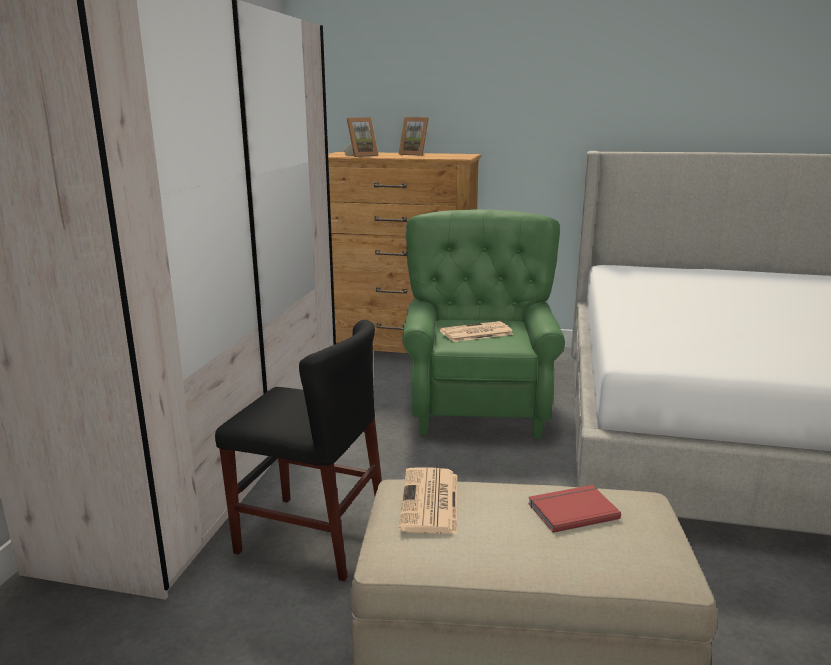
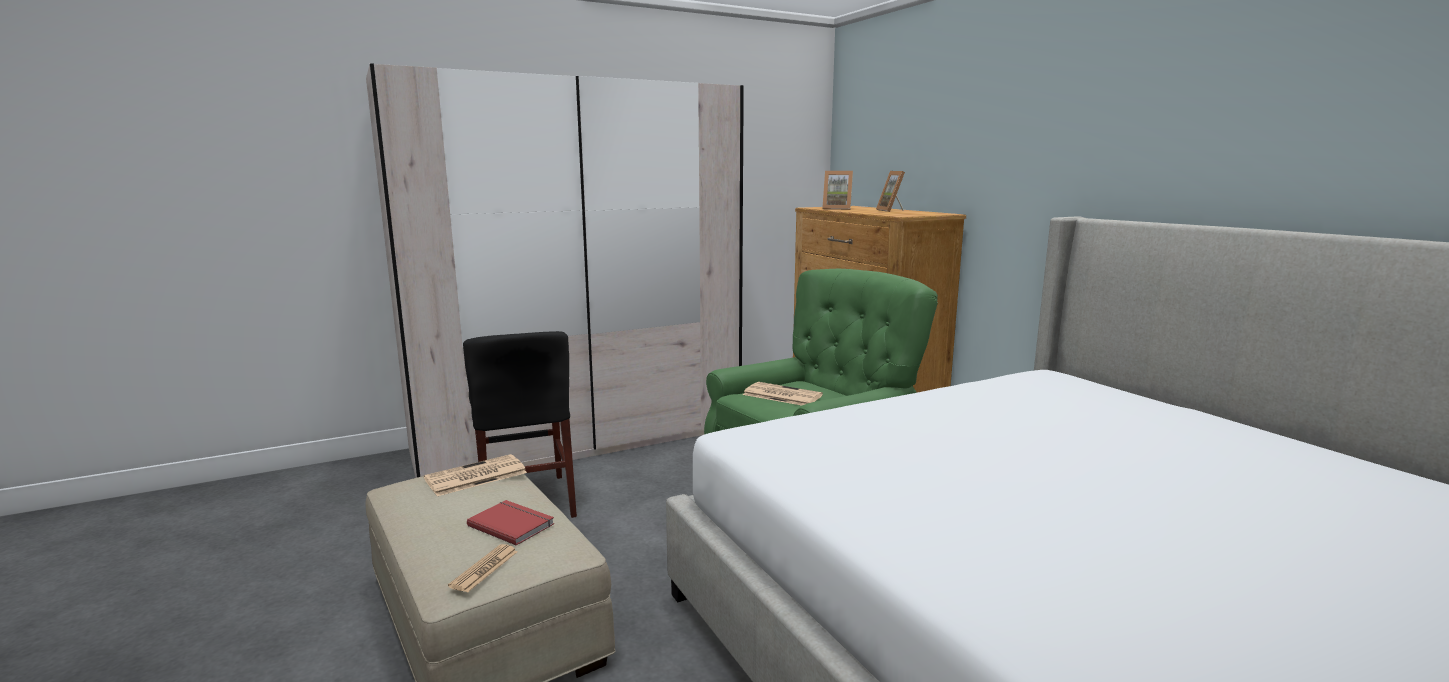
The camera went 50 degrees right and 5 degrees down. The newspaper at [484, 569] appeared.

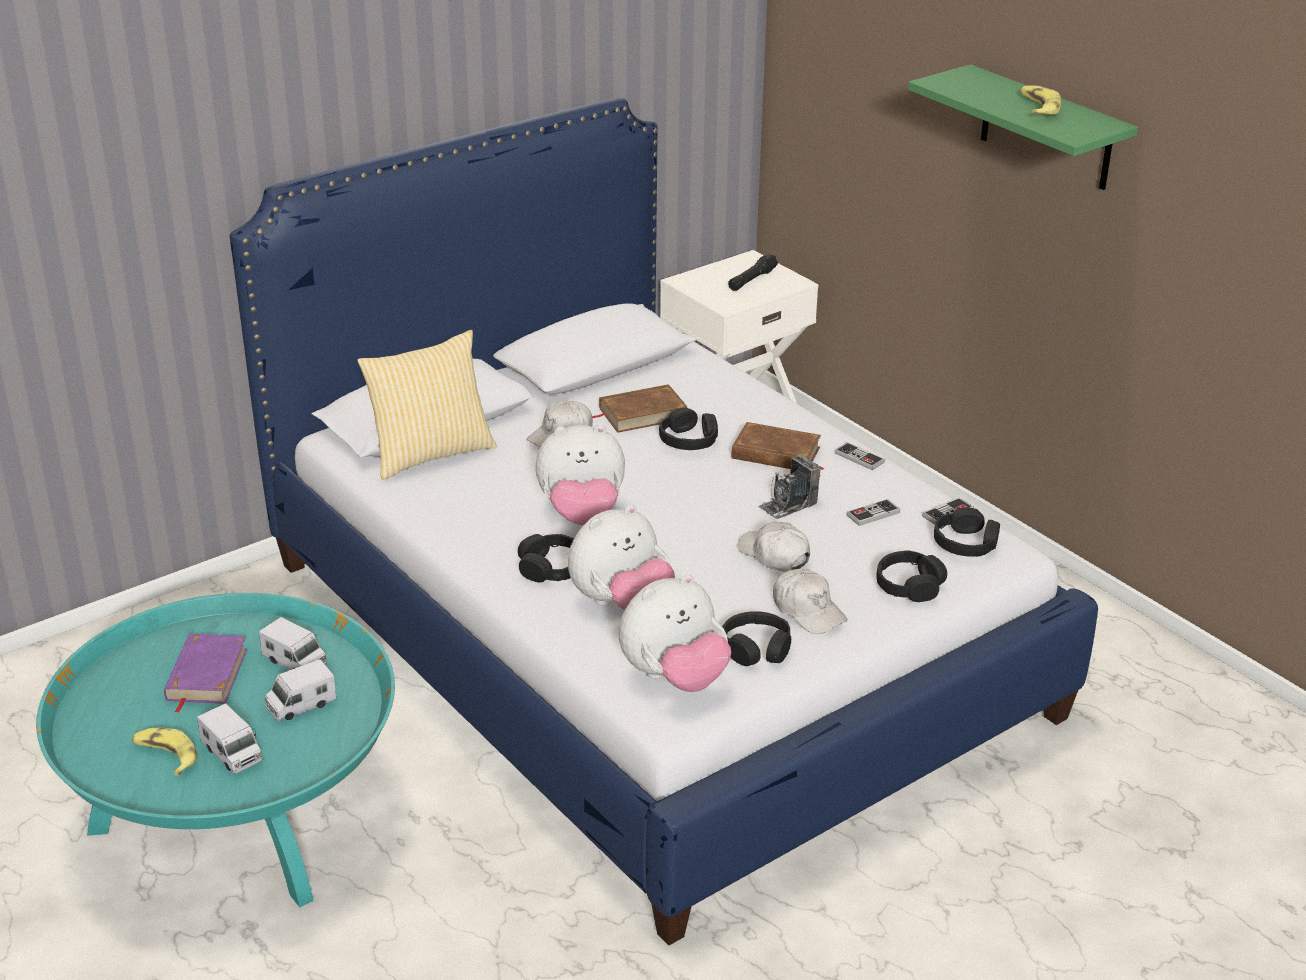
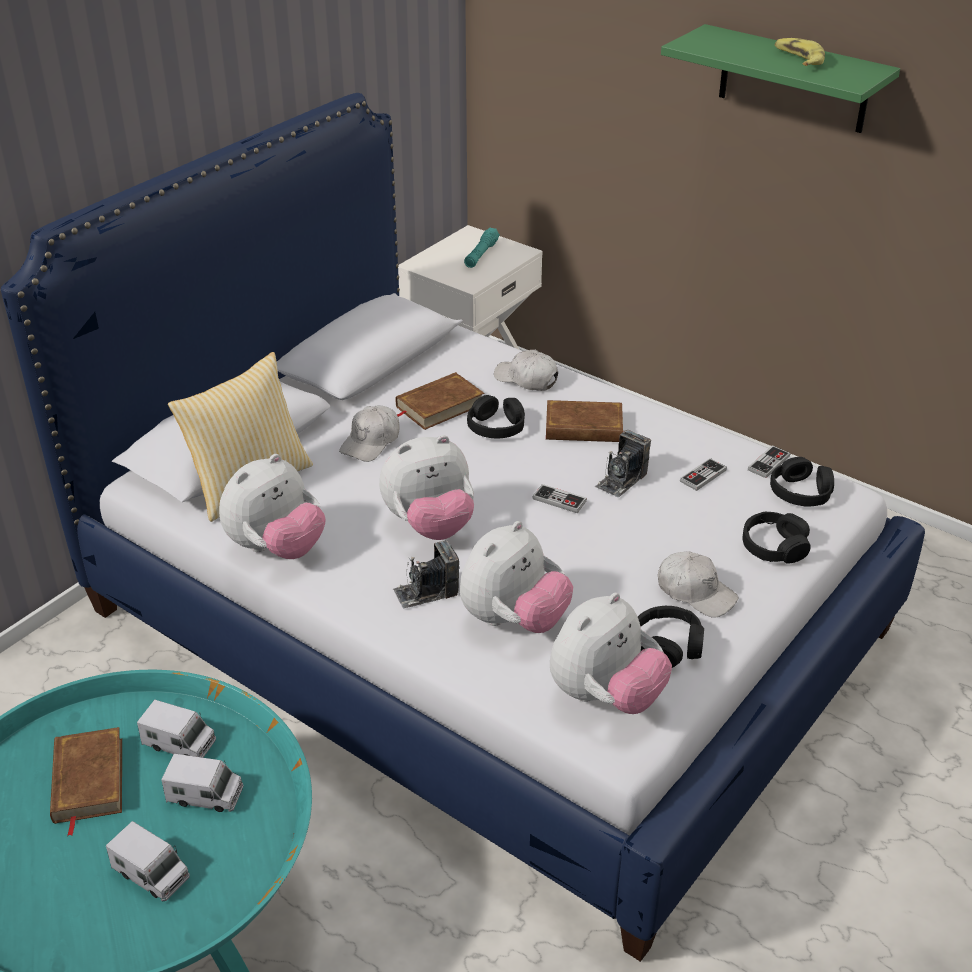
The camera went 15 degrees left and 5 degrees up. The purple book at [206, 675] became the brown book at [87, 781]. The toy truck at [301, 704] turned 120 degrees counterclockwise. The plush toy at [276, 548] appeared. The black headphones at [551, 568] was replaced by the photo camera at [426, 592]. The black flashlight at [752, 280] became the turquoise flashlight at [481, 254]. The white cap moved from [774, 555] to [526, 379]. The game controller moved from [859, 458] to [559, 500]. The banana at [165, 756] disappeared.

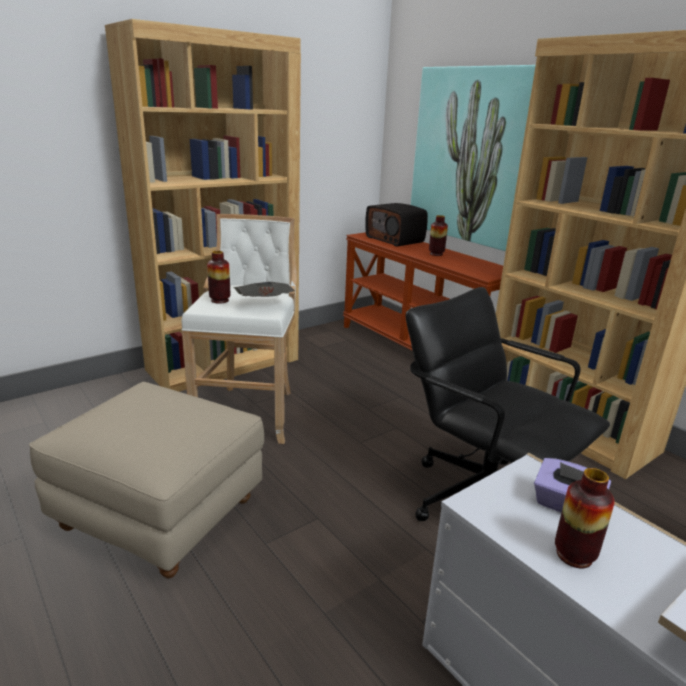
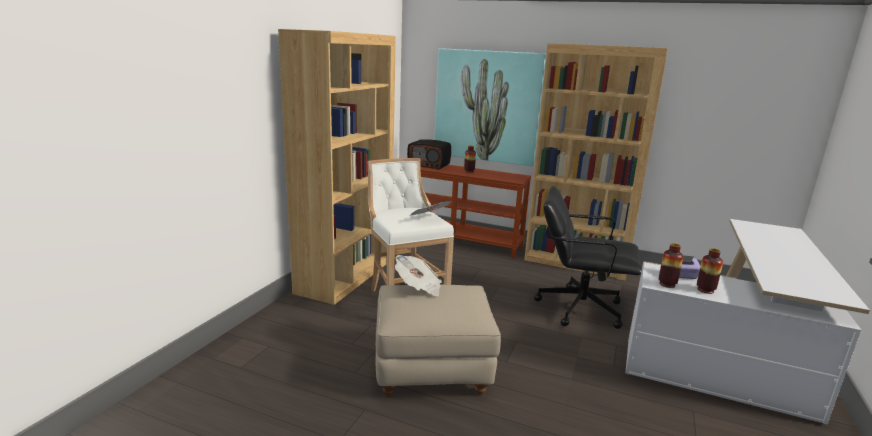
The camera went 30 degrees left and 5 degrees down. The newspaper at [418, 287] appeared. The vase moved from [220, 300] to [667, 284].

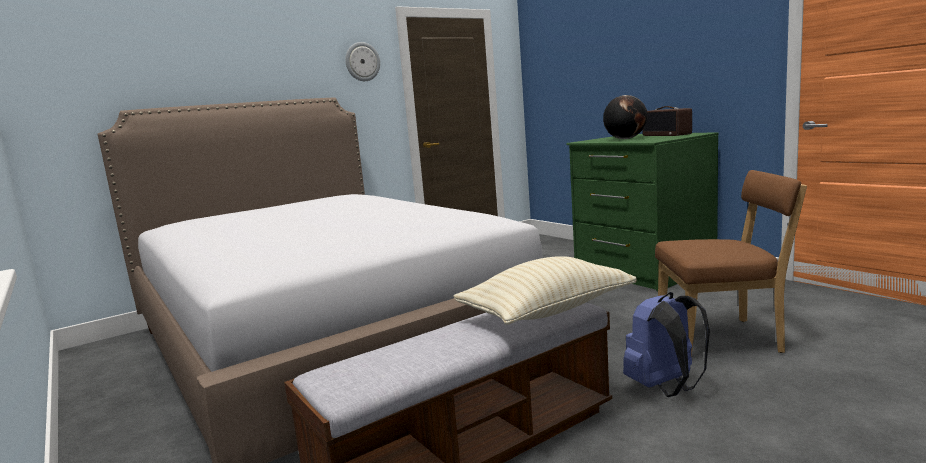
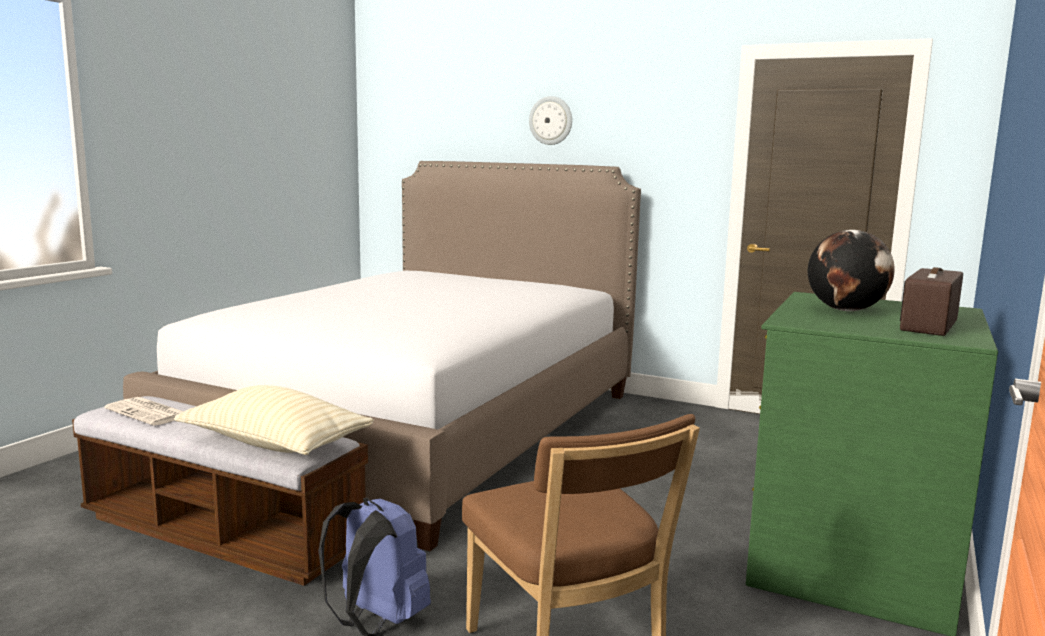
The camera went 60 degrees right and 0 degrees up. The newspaper at [150, 413] appeared. The wall clock moved from [362, 61] to [551, 120].

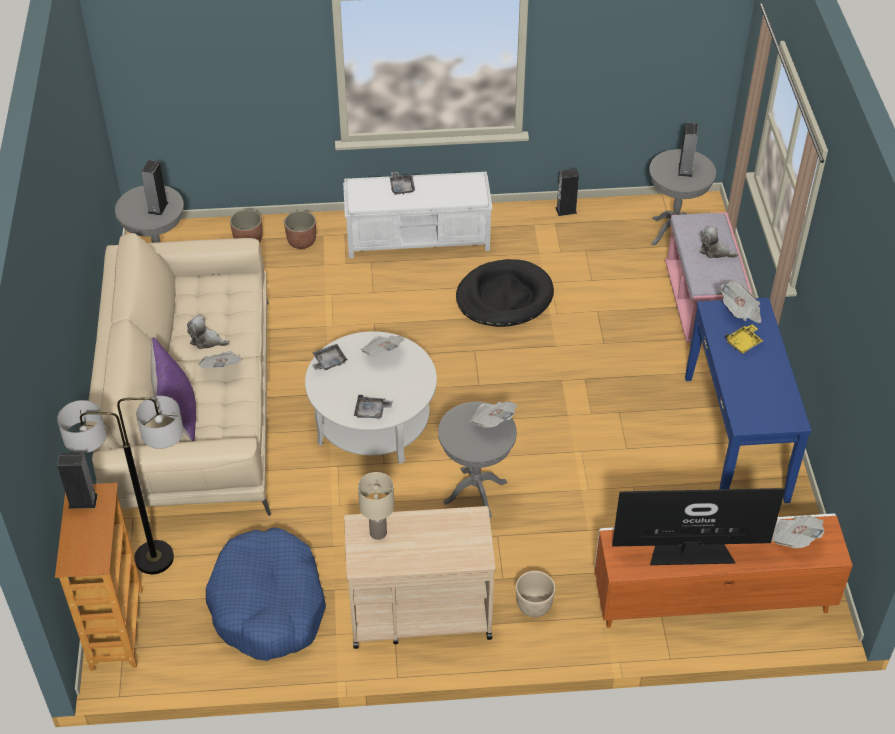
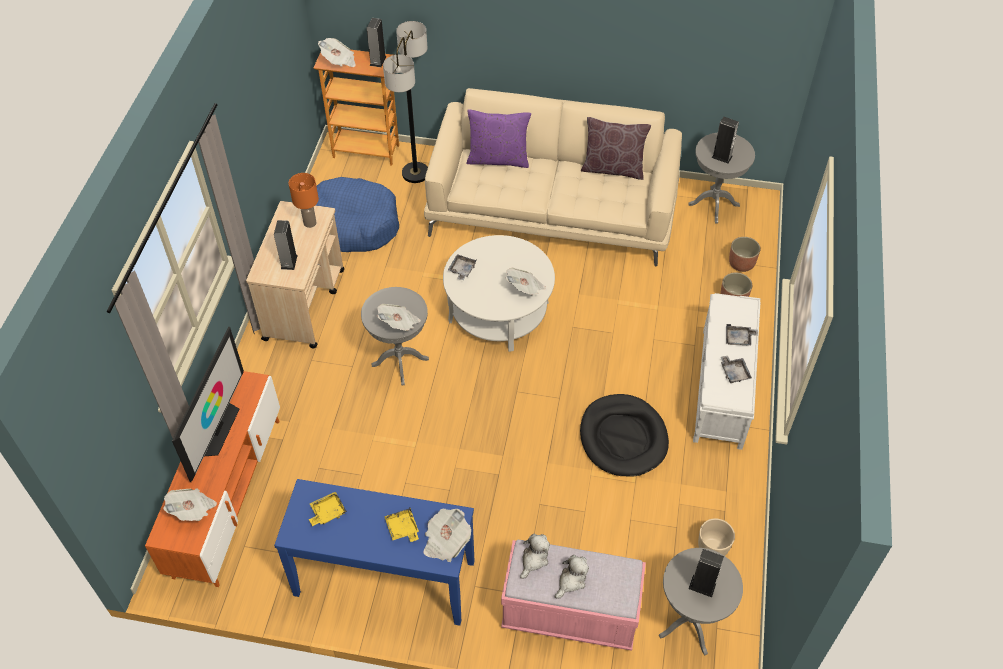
The camera went 105 degrees right and 5 degrees up. The speaker moved from [566, 210] to [289, 262]. The beige table lamp at [378, 532] became the orange table lamp at [310, 223]. The yellow tray at [327, 512] appeared. The newspaper moved from [222, 368] to [339, 61]. The plush toy moved from [206, 341] to [534, 559]. The brown pillow at [613, 169] appeared. The beige planter moved from [533, 606] to [712, 548]. The grey tray moved from [328, 361] to [734, 372].

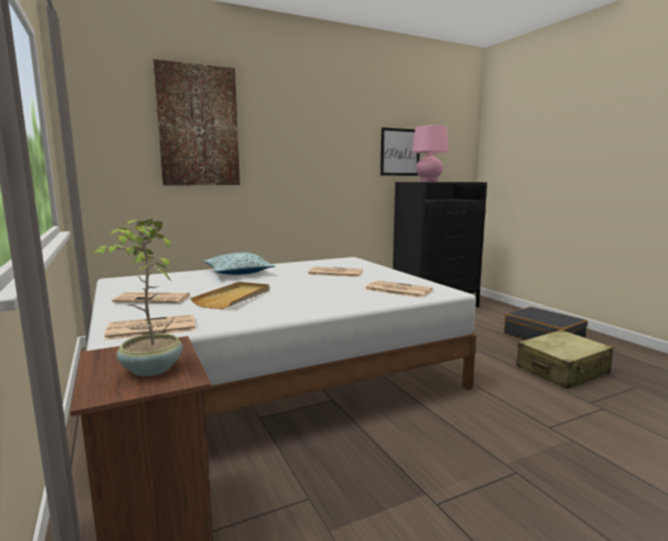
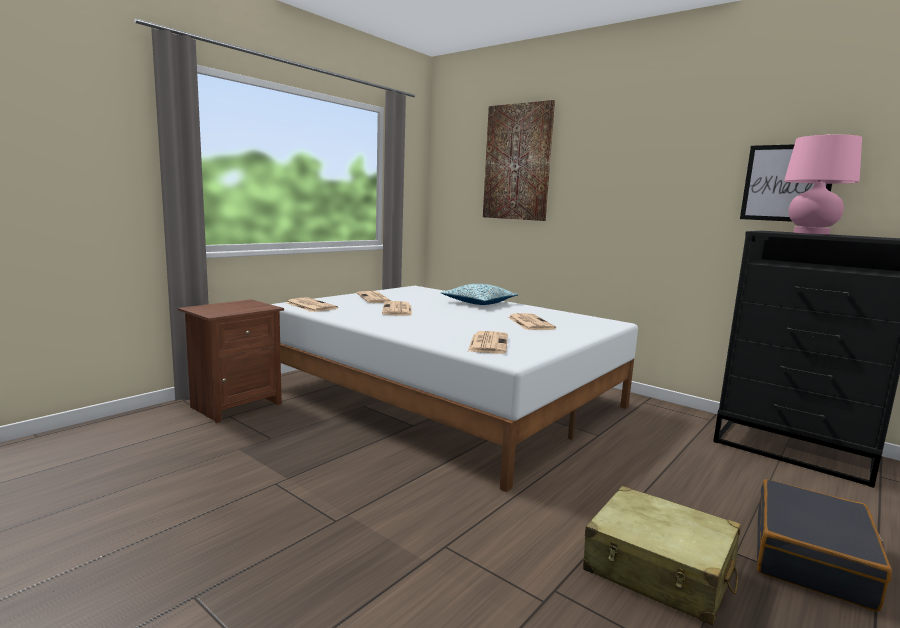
The camera went 65 degrees right and 0 degrees up. The beige tray at [234, 297] was replaced by the newspaper at [397, 310]. The potted plant at [150, 369] disappeared.

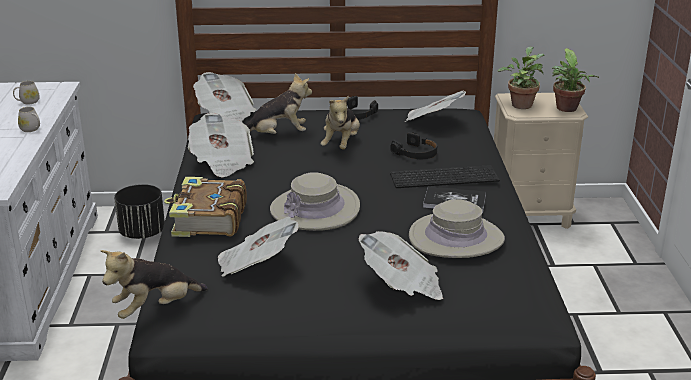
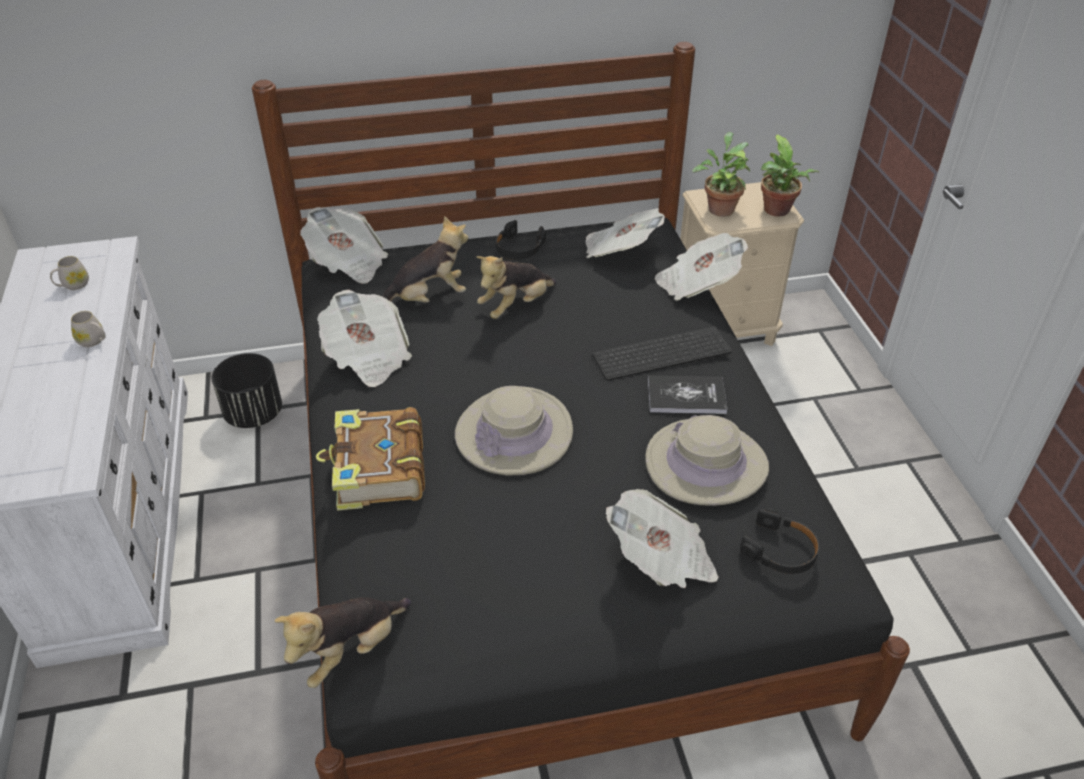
The camera went 10 degrees left and 15 degrees up. The plush toy at [341, 144] turned 45 degrees clockwise. The newspaper moved from [256, 265] to [697, 284]. The black headphones moved from [416, 153] to [780, 550].

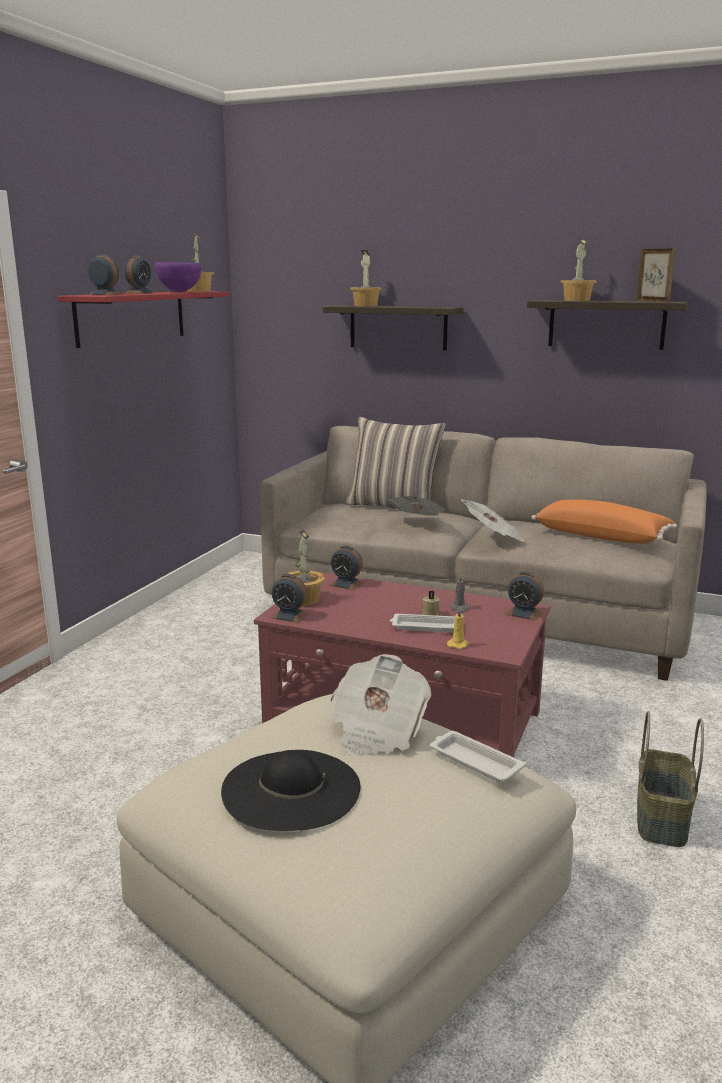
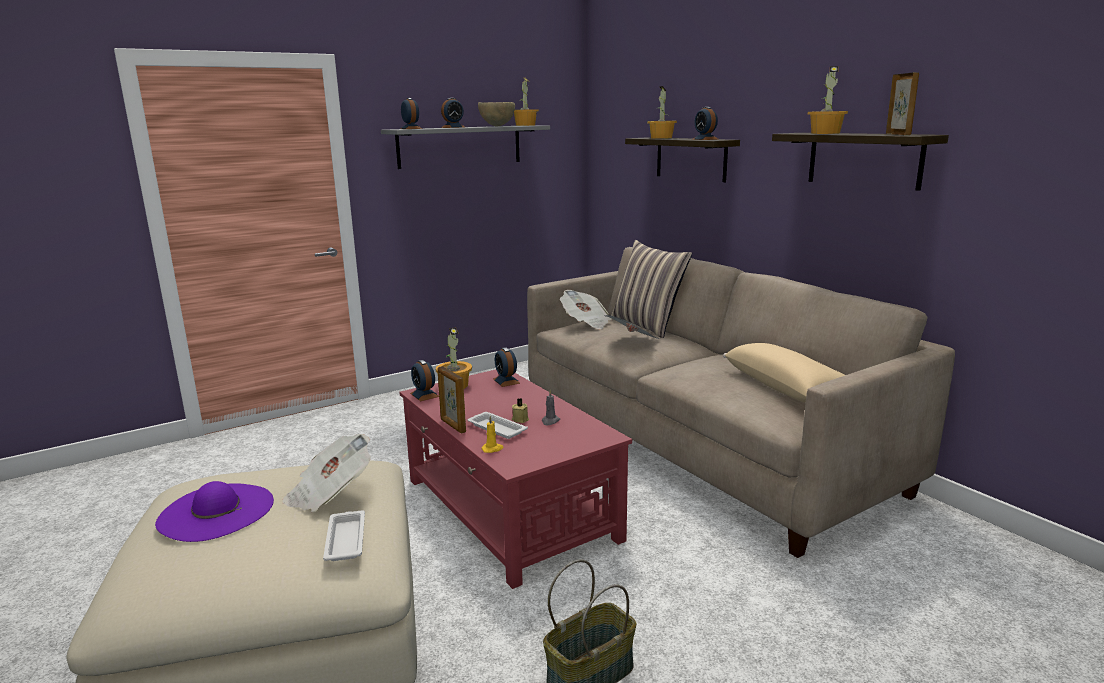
The camera went 35 degrees right and 0 degrees up. The black hat at [291, 789] became the purple hat at [216, 511]. The red shelf at [132, 317] became the grey shelf at [460, 146]. The picture frame at [452, 426] appeared. The purple bowl at [179, 292] became the brown bowl at [497, 126]. The newspaper moved from [493, 537] to [586, 323]. The alarm clock moved from [524, 613] to [705, 139]. The orange pillow at [602, 536] became the beige pillow at [788, 388].

